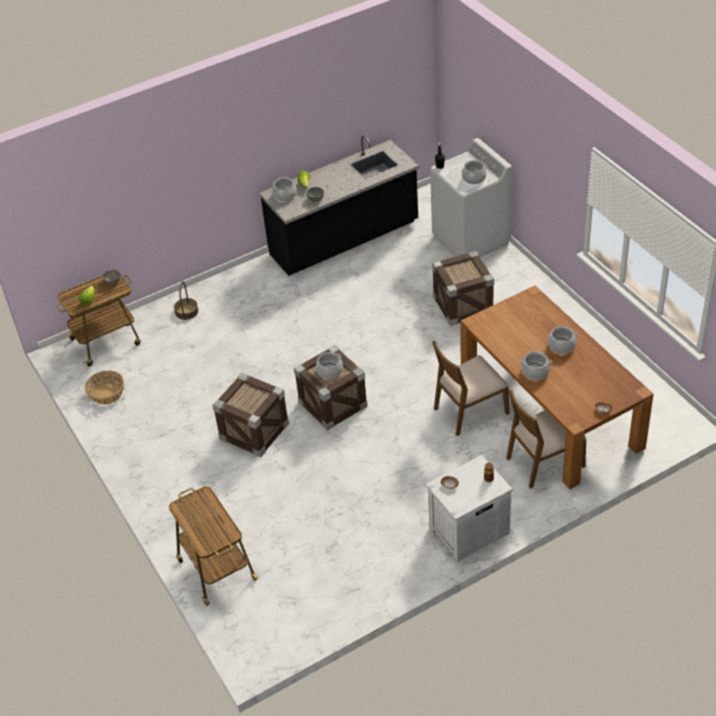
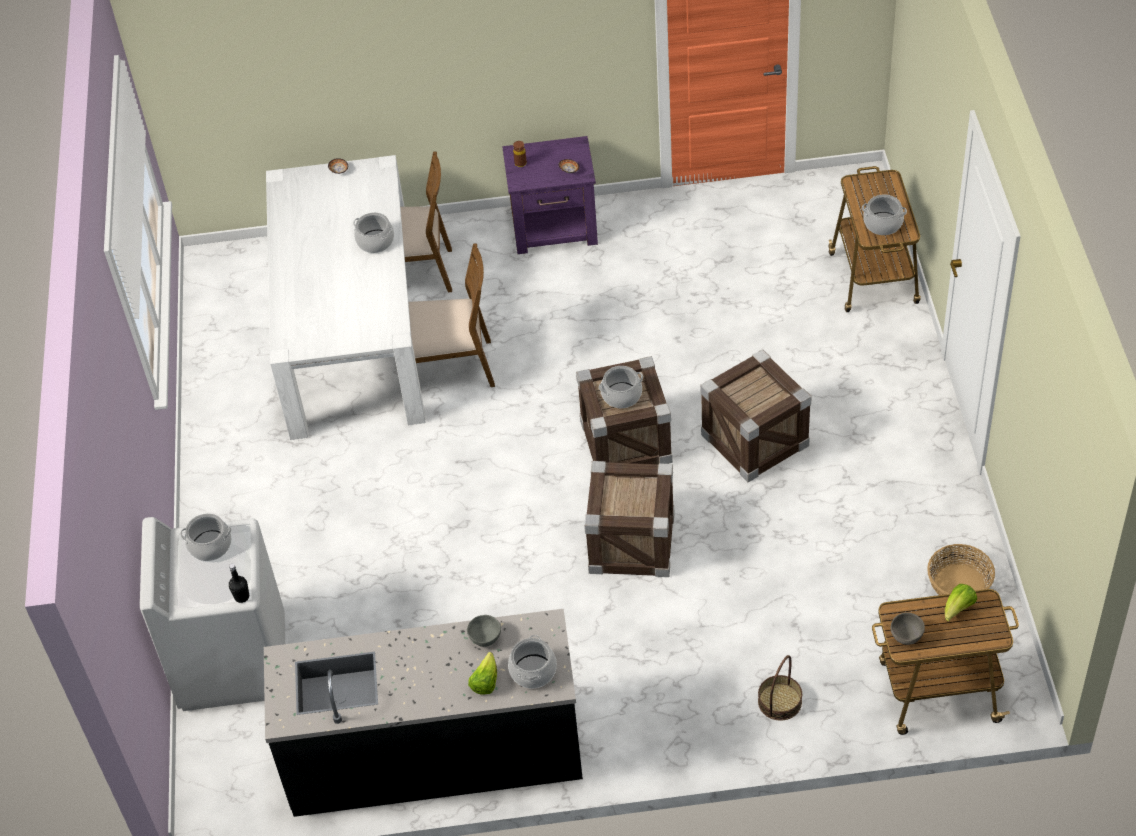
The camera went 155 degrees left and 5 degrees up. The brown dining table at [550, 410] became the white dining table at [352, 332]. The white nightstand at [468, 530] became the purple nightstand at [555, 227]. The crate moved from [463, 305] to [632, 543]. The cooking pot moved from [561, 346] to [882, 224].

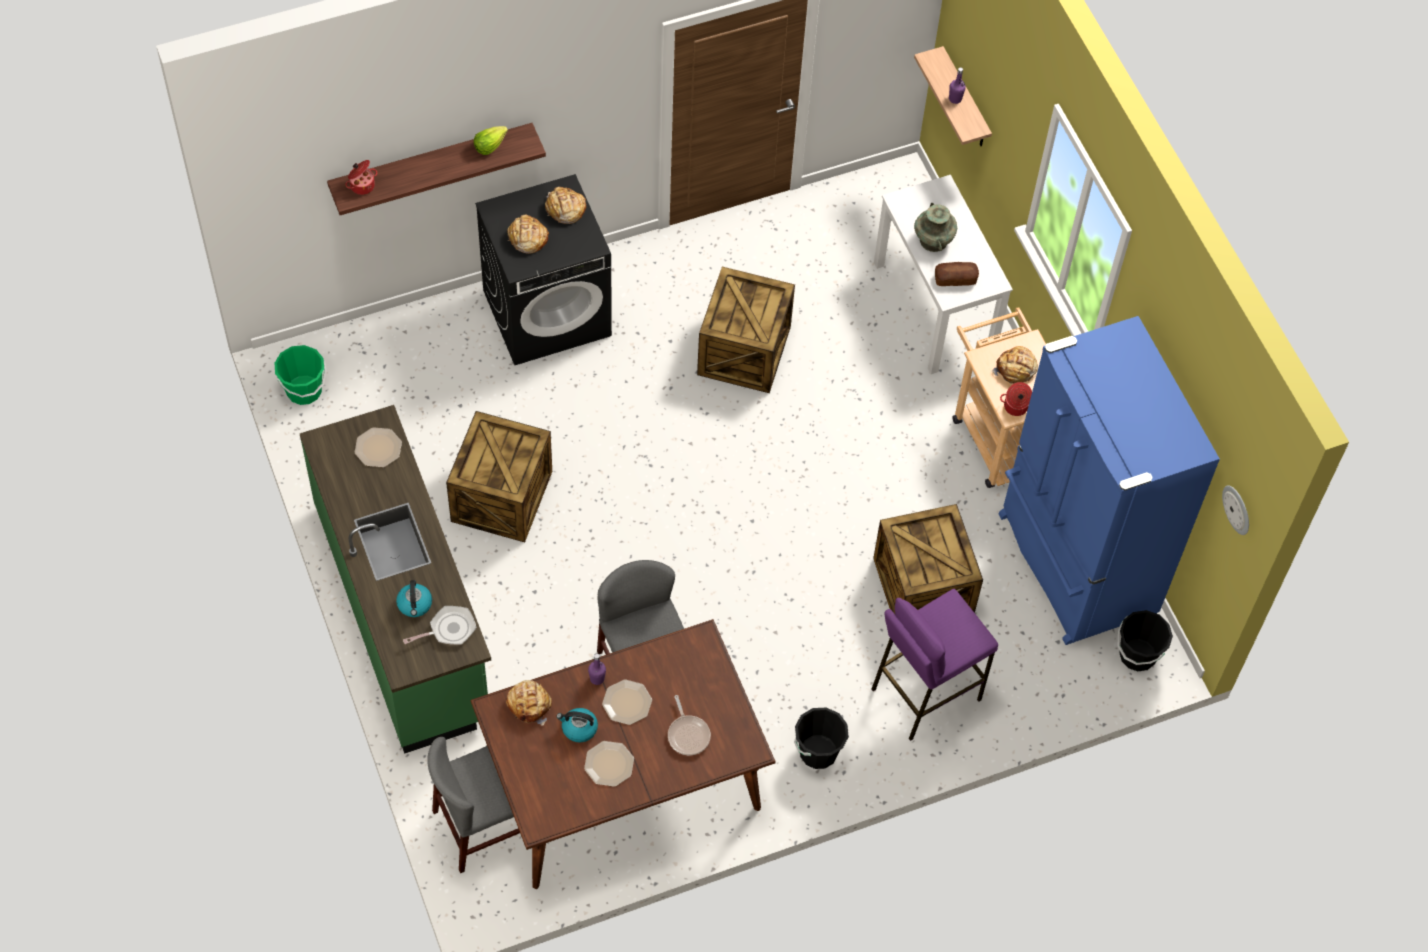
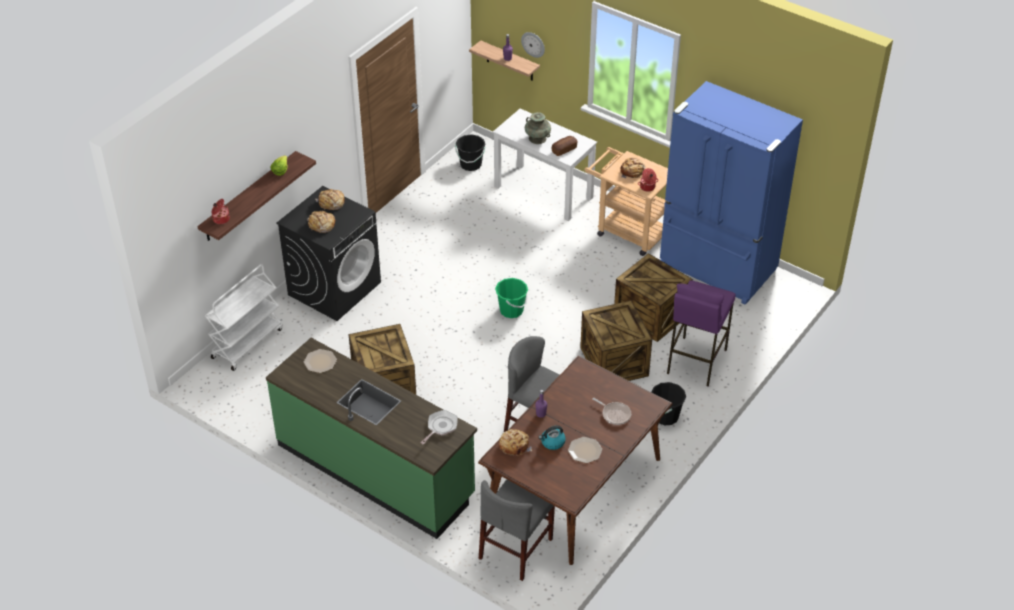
The camera went 30 degrees left and 15 degrees down. The white cart at [247, 342] appeared. The black bucket moved from [1137, 655] to [470, 165]. The green bucket moved from [304, 390] to [511, 310]. The wall clock moved from [1237, 509] to [533, 44]. The crate moved from [745, 351] to [615, 361]. The kettle at [415, 605] disappeared. The plate at [627, 703] disappeared.

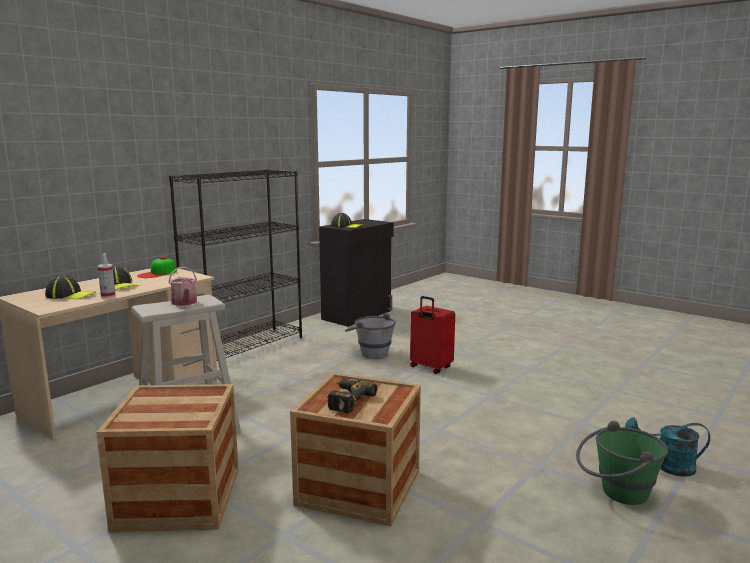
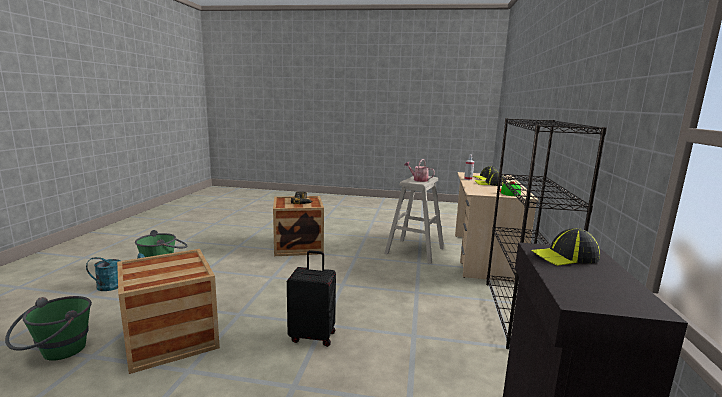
The camera went 150 degrees right and 0 degrees up. The green bucket at [56, 354] appeared. The crate moved from [179, 498] to [171, 339]. The red suitcase at [430, 368] became the black suitcase at [313, 336]. The grey bucket at [370, 352] disappeared.

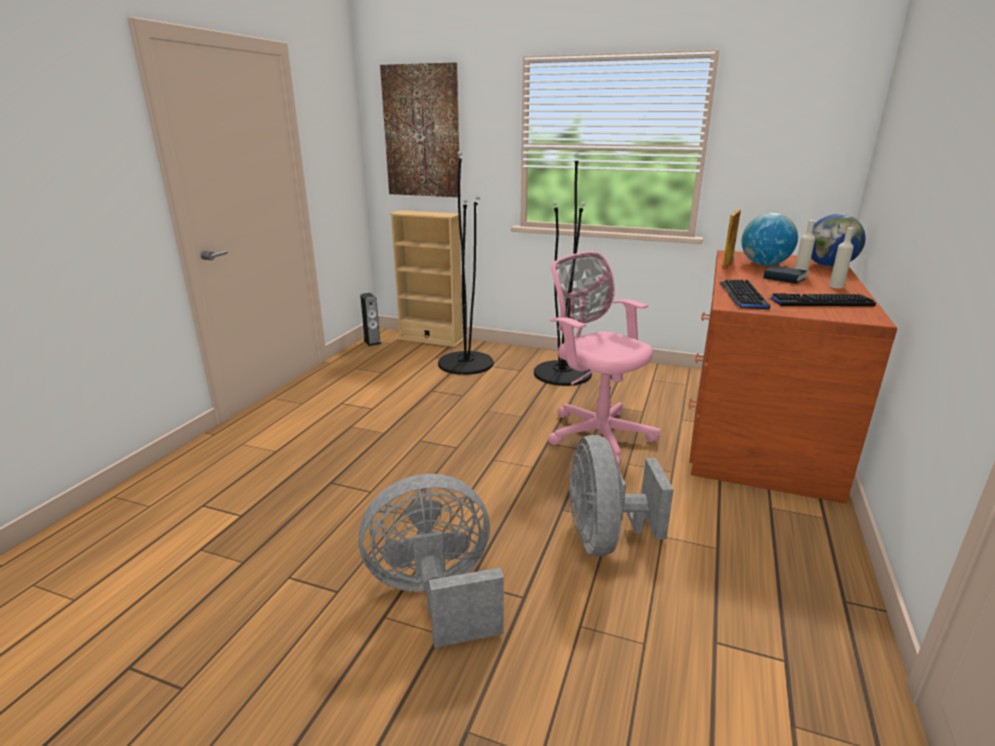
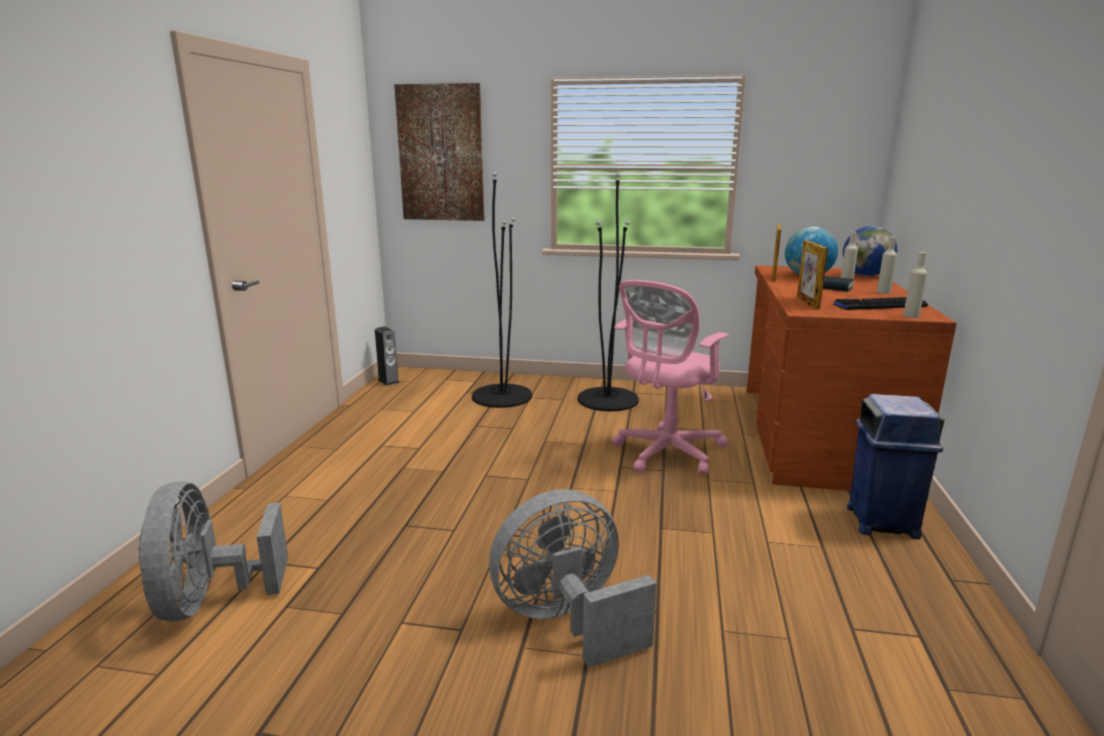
The camera went 10 degrees left and 5 degrees down. The grey fan moved from [605, 538] to [210, 600]. The pink office chair at [596, 433] turned 90 degrees counterclockwise. The keyboard at [743, 295] was replaced by the picture frame at [807, 303]. The blue trash can at [882, 521] appeared. The beige bottle at [911, 316] appeared. The beige bookcase at [431, 339] disappeared.

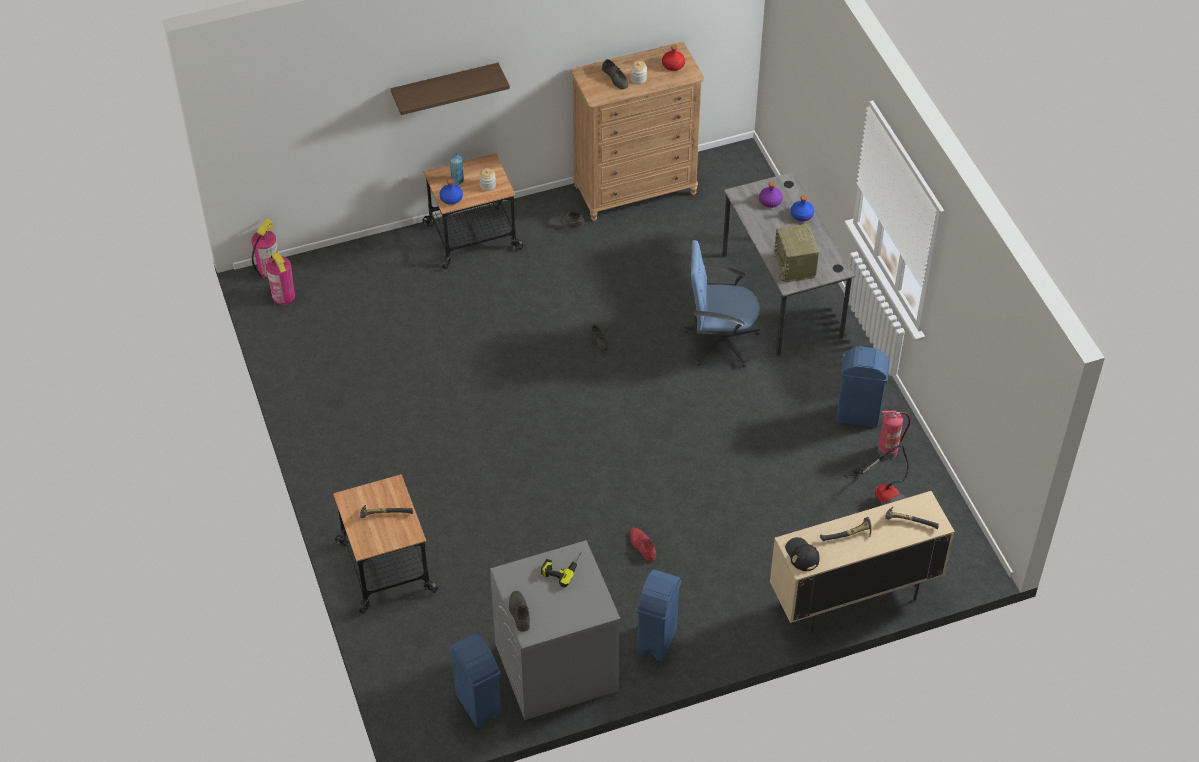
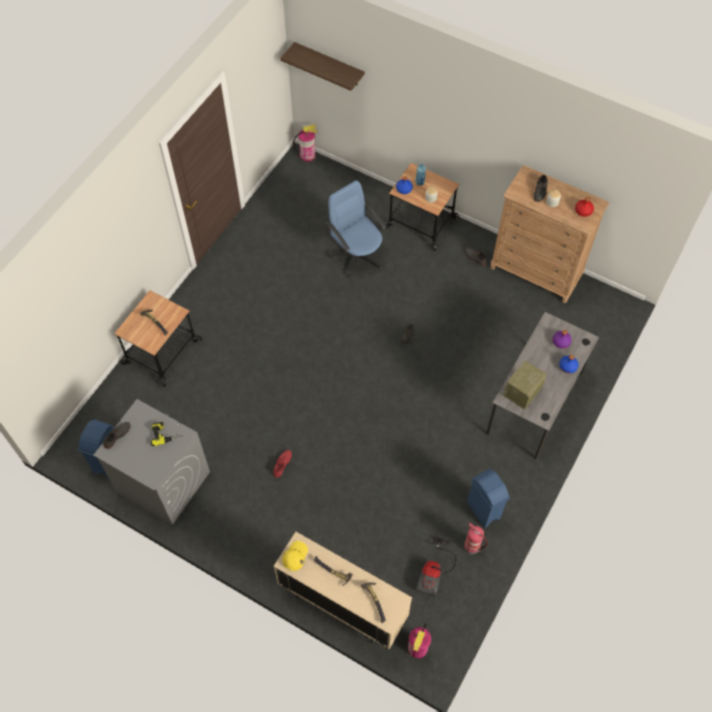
The camera went 50 degrees right and 10 degrees up. The shelf moved from [445, 86] to [329, 64]. The black cap at [802, 555] became the yellow cap at [295, 556]. The blue office chair moved from [719, 341] to [357, 255]. The fire extinguisher moved from [283, 296] to [418, 647]. The blue trash can at [656, 641] disappeared.

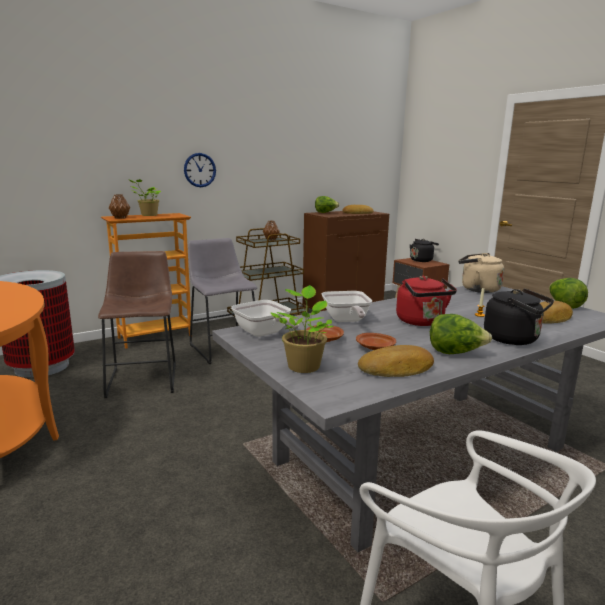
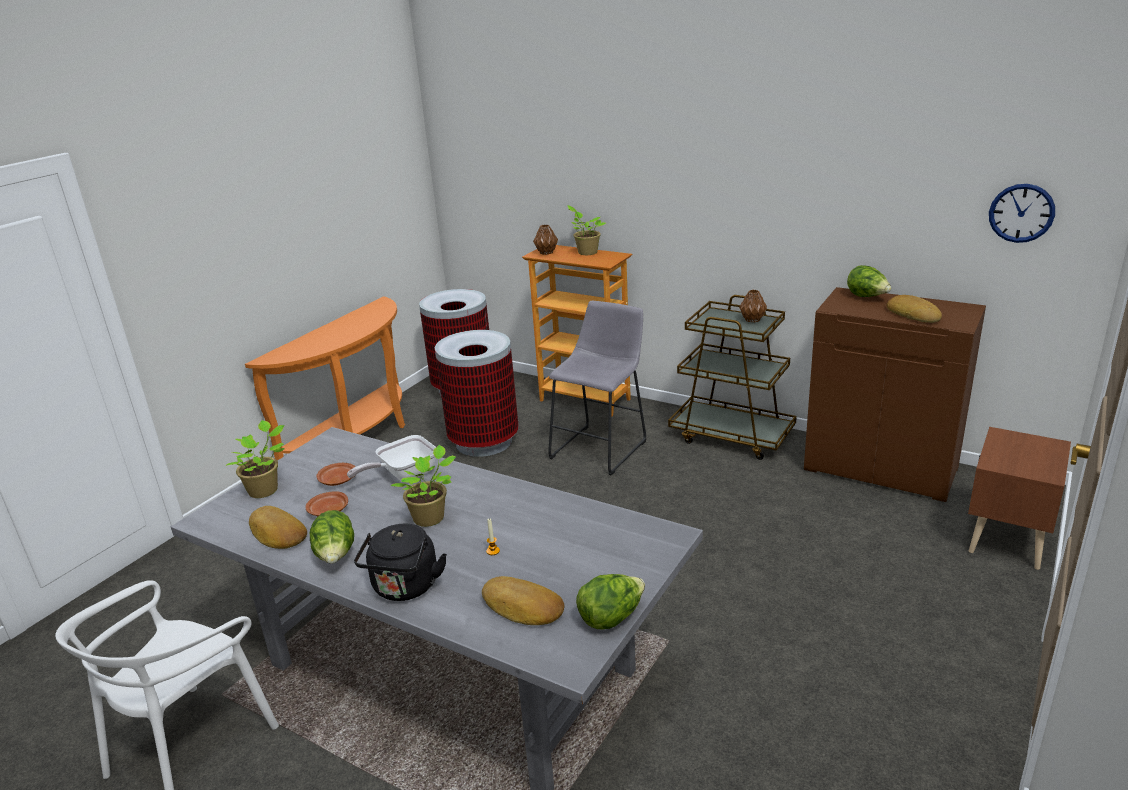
The camera went 65 degrees right and 10 degrees up. The red kettle at [422, 322] was replaced by the potted plant at [431, 518]. The brown stool at [144, 378] was replaced by the trash can at [484, 442]. The wall clock moved from [200, 170] to [1021, 213]. The frying pan at [264, 334] disappeared. The black kettle at [422, 260] disappeared. The beige kettle at [477, 289] disappeared.

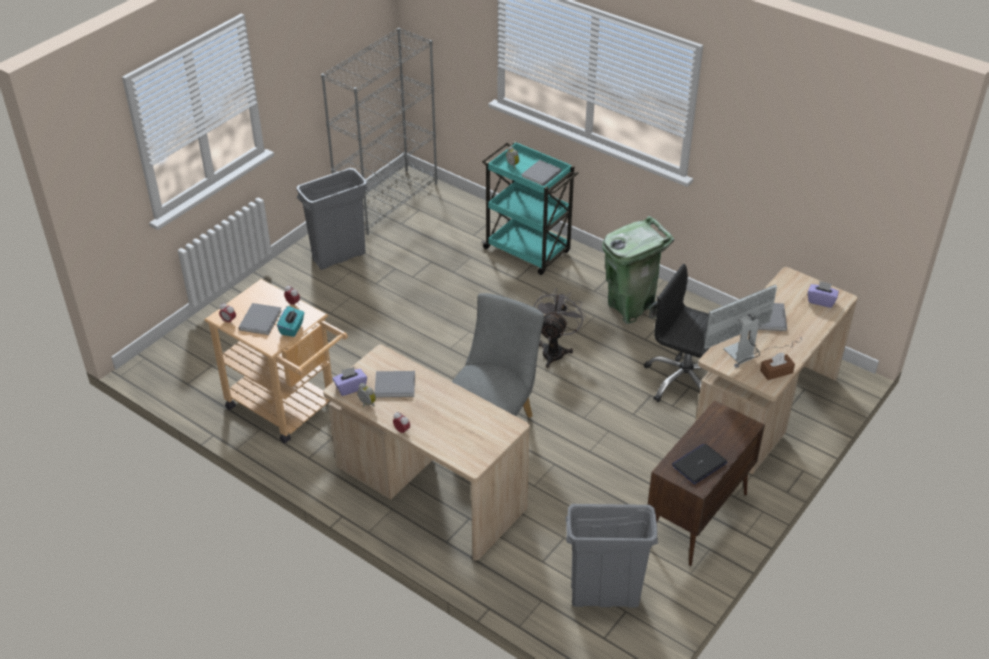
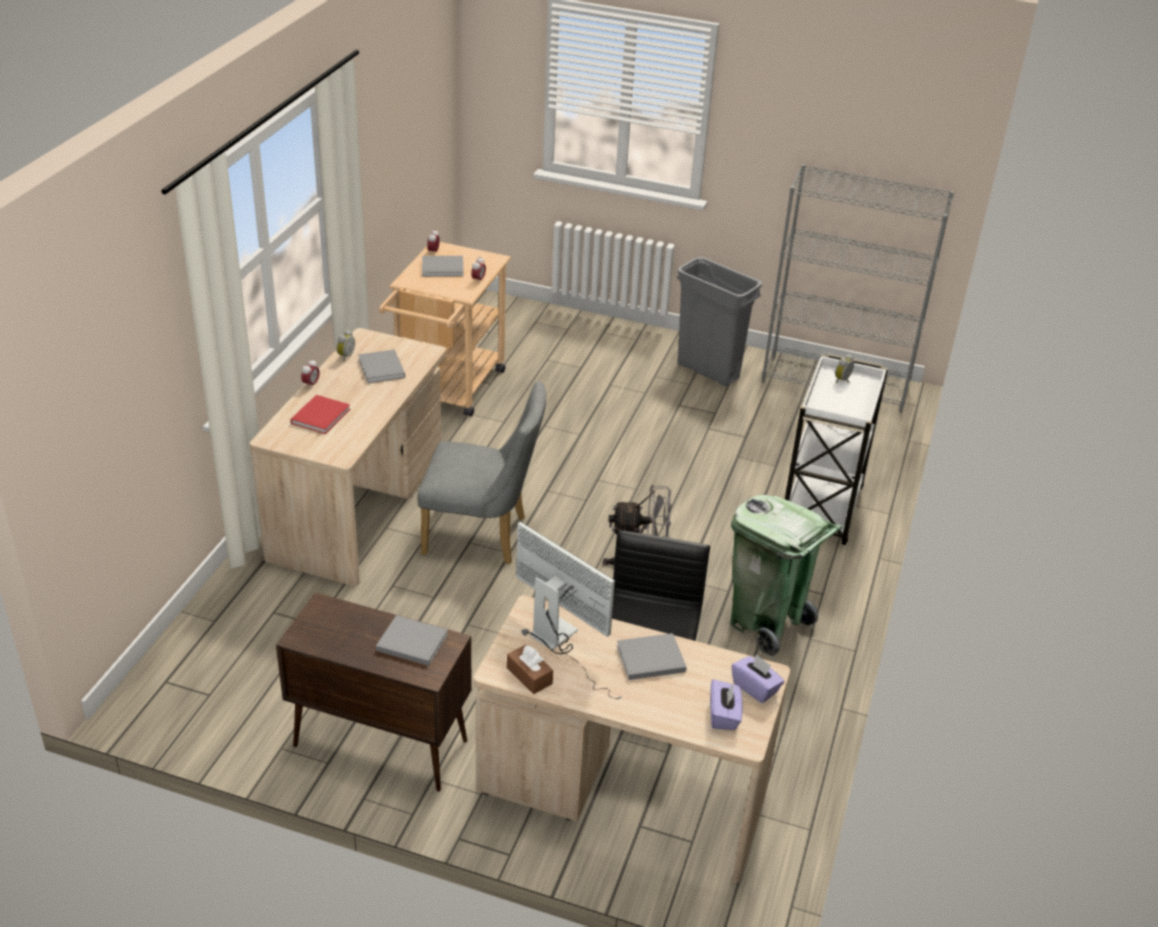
The camera went 70 degrees right and 5 degrees down. The red book at [322, 415] appeared. The grey book moved from [540, 175] to [410, 642]. The purple tissue box moved from [350, 387] to [755, 688]. The turquoise cart at [528, 251] became the white cart at [821, 510]. The turquoise tissue box at [292, 328] disappeared. The grey trash can at [604, 597] disappeared. The laptop at [699, 464] disappeared.

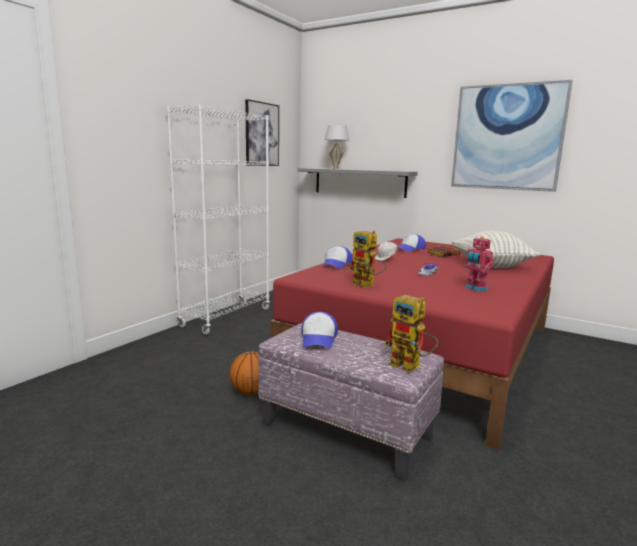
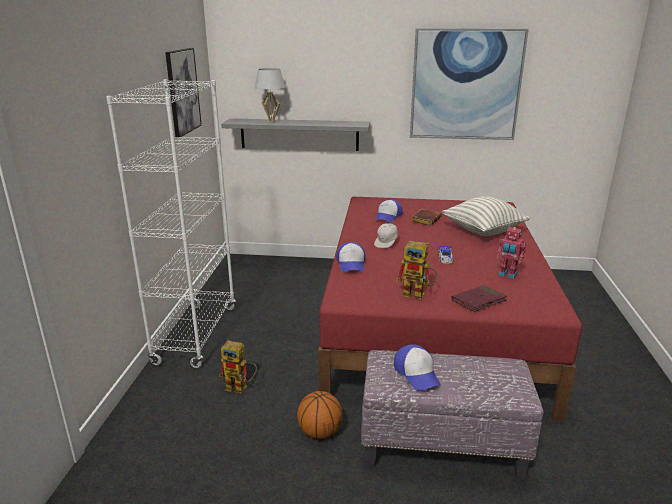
The camera went 25 degrees left and 10 degrees up. The toy robot moved from [411, 367] to [241, 387]. The red book at [478, 300] appeared.

